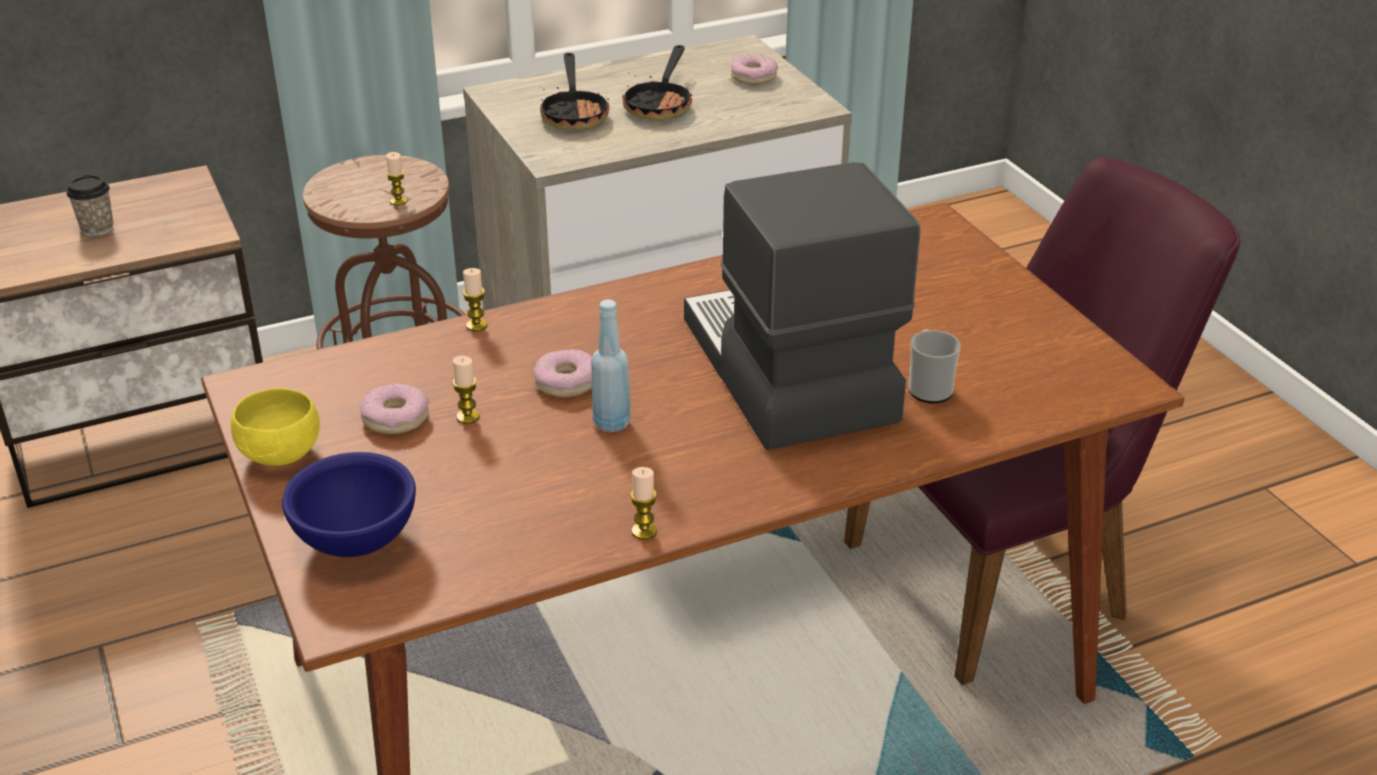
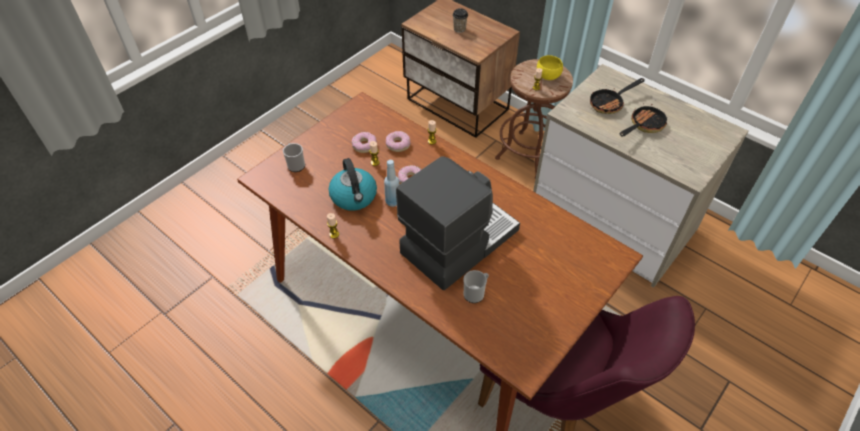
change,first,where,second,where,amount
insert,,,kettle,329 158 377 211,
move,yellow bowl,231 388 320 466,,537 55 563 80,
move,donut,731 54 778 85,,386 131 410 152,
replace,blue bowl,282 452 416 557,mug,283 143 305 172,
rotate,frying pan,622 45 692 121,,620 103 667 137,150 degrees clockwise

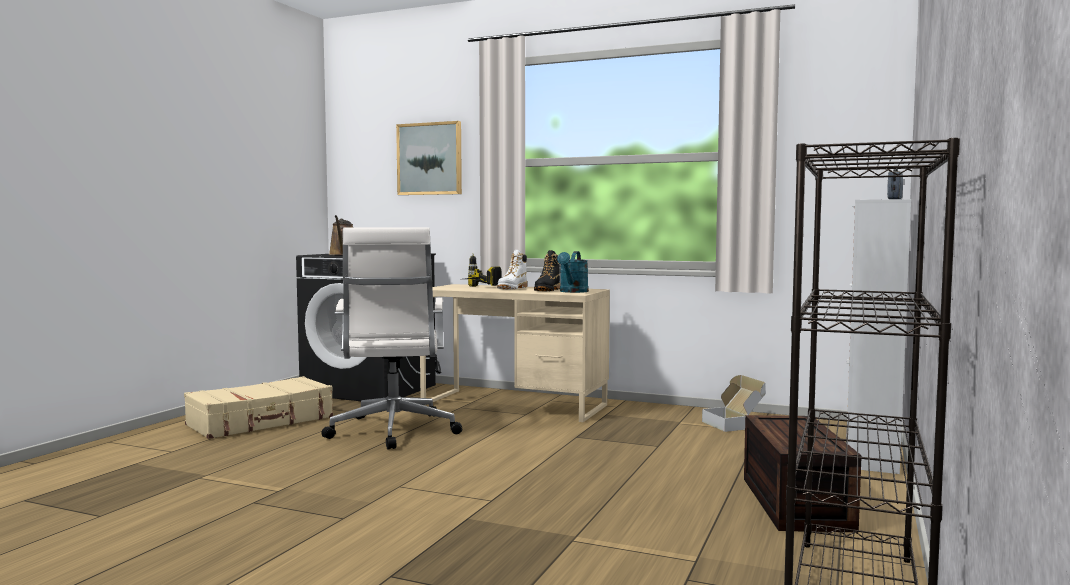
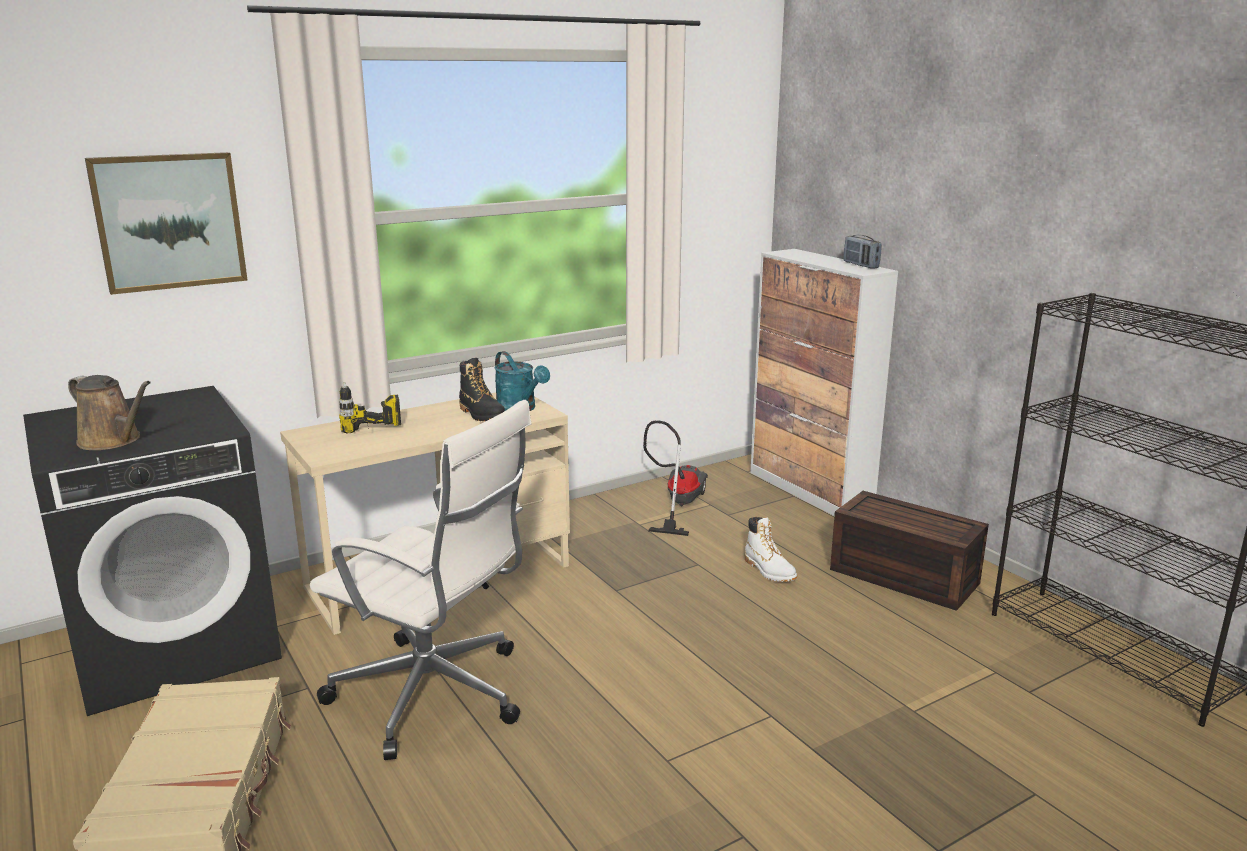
change,first,where,second,where,amount
move,white boot,497 250 527 290,,745 517 797 582,
replace,cardboard box,702 375 765 432,vacuum cleaner,643 420 708 536,

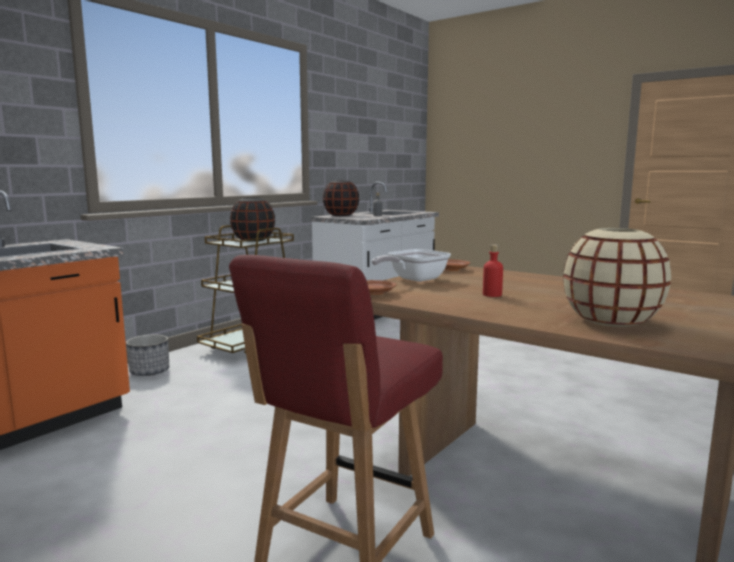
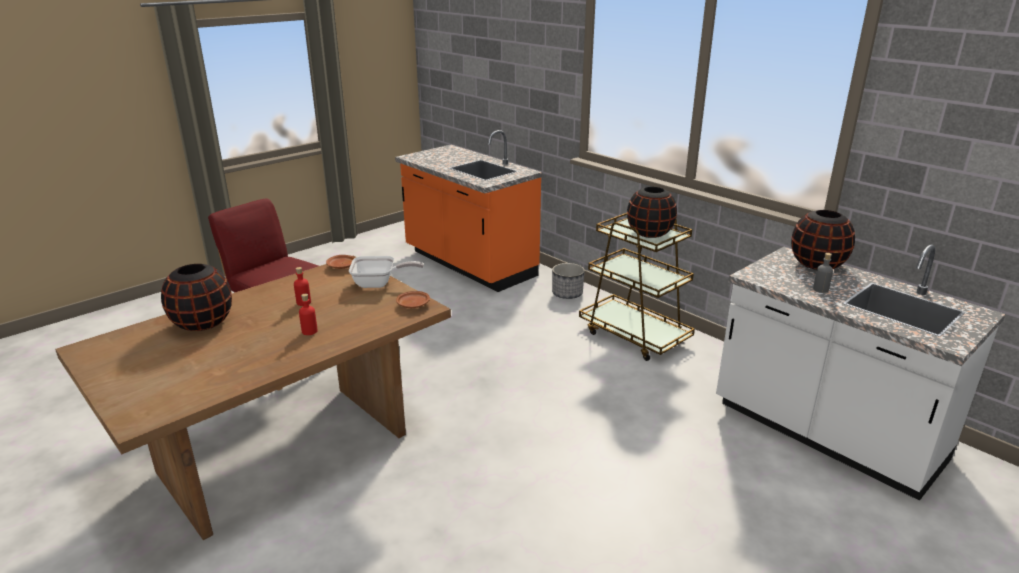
change,first,where,second,where,amount
insert,,,red bottle,299 294 318 335,
recolor,beige vase,563 228 671 327,black vase,161 264 232 331,
rotate,frying pan,371 249 451 282,,349 256 424 288,120 degrees clockwise

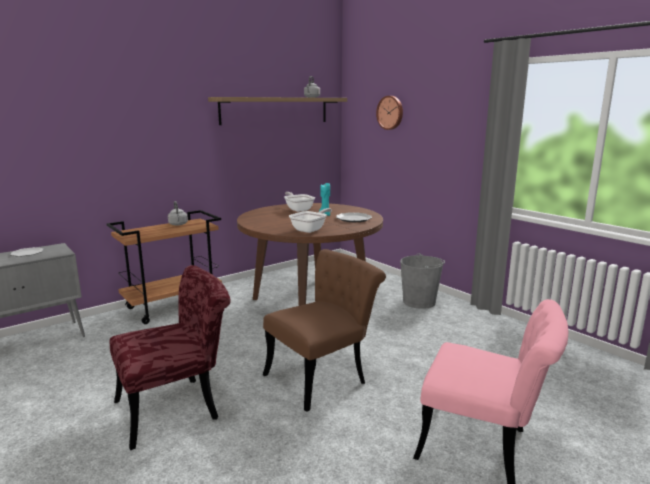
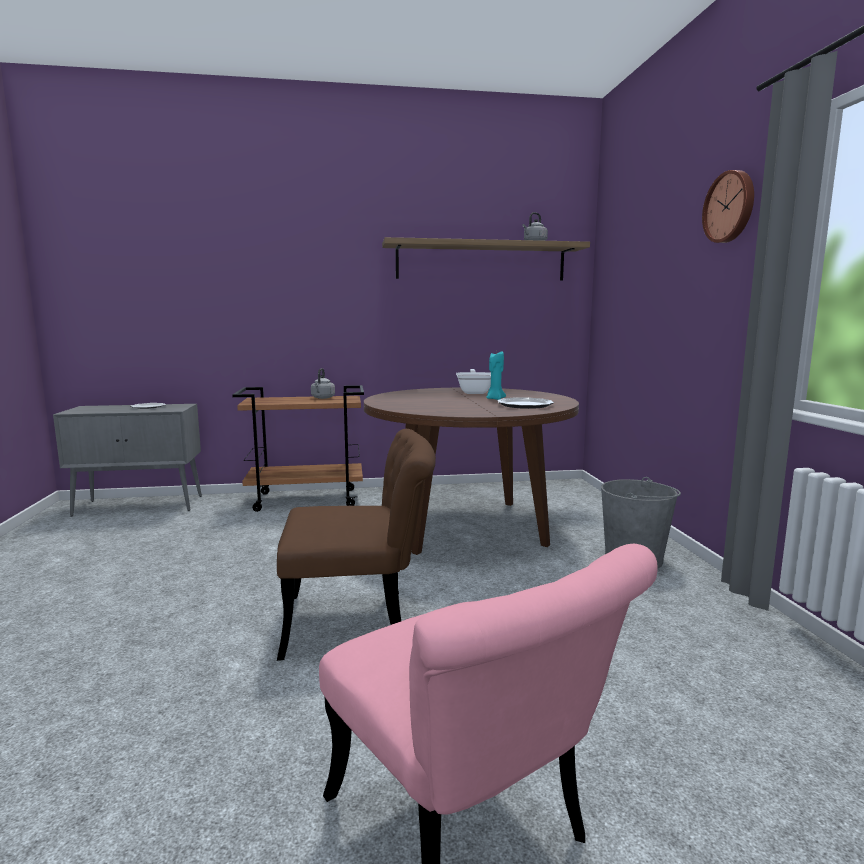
change,first,where,second,where,amount
delete,red chair,109 265 231 450,,,
delete,frying pan,289 208 332 233,,,
move,wall clock,376 96 403 130,,702 170 754 243,

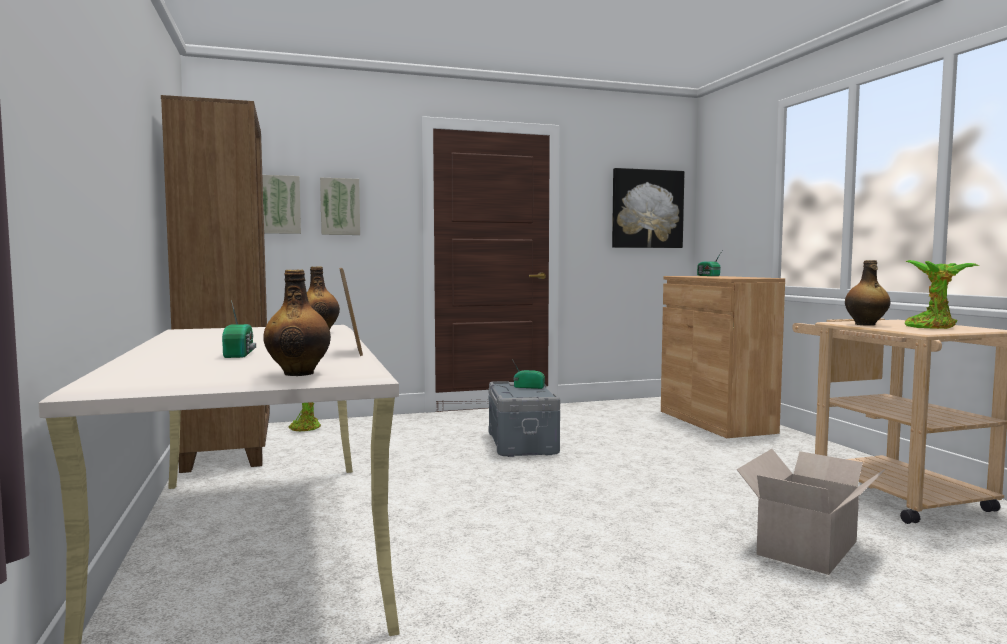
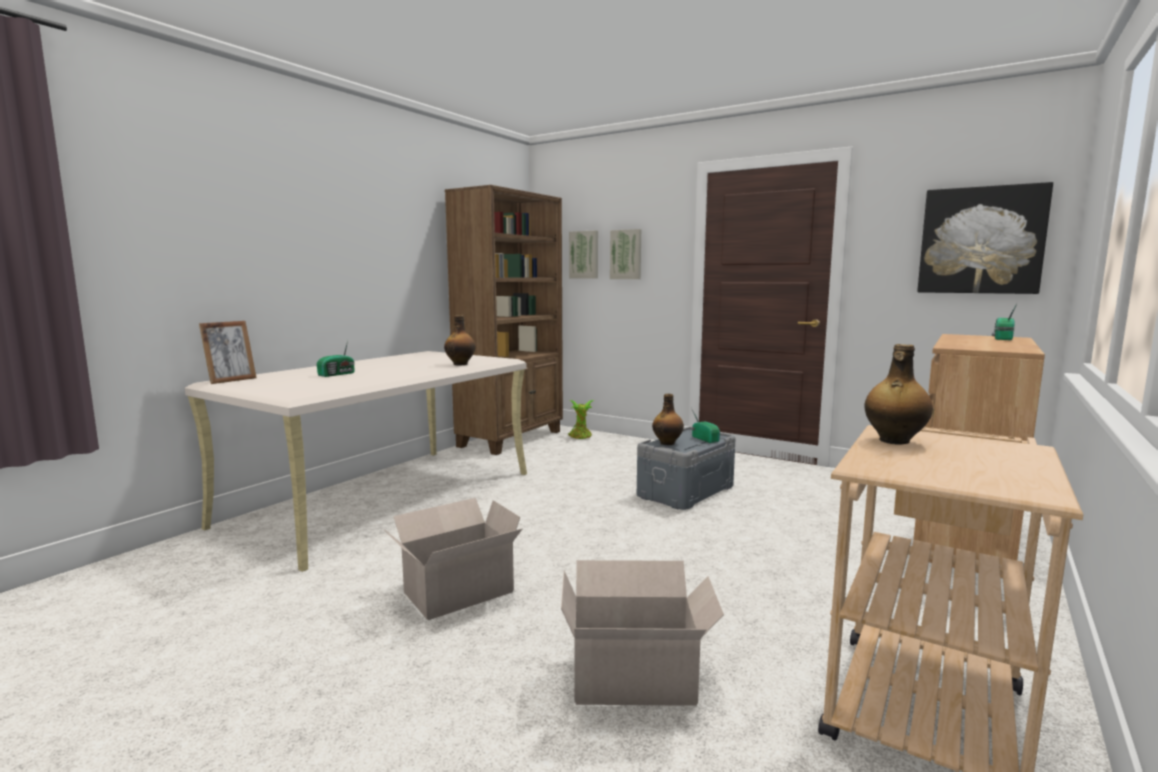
change,first,where,second,where,amount
delete,potted plant,904 260 979 329,,,
insert,,,cardboard box,384 498 523 620,
move,bottle,263 269 331 376,,652 394 684 445,
move,picture frame,339 268 363 356,,199 321 257 384,

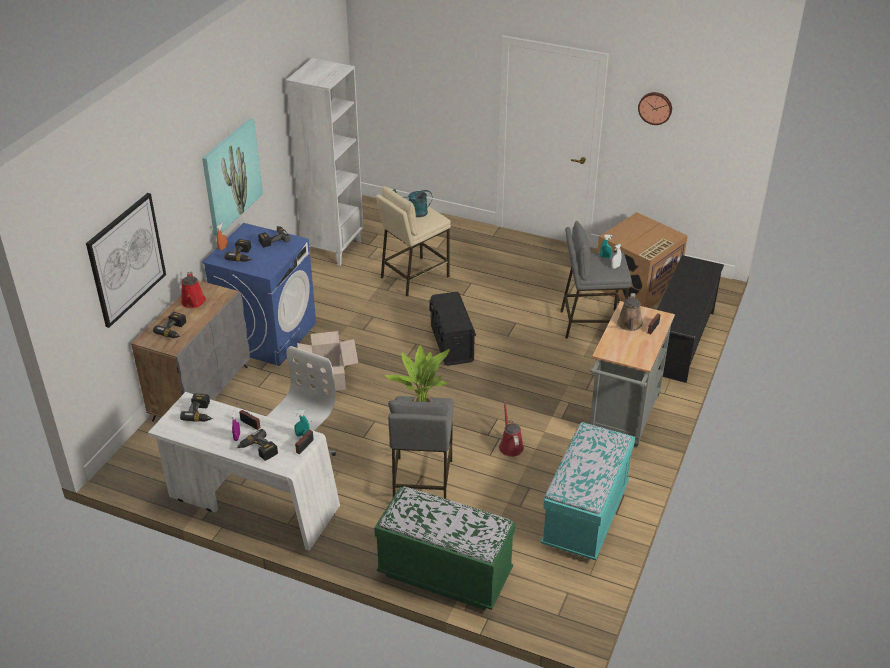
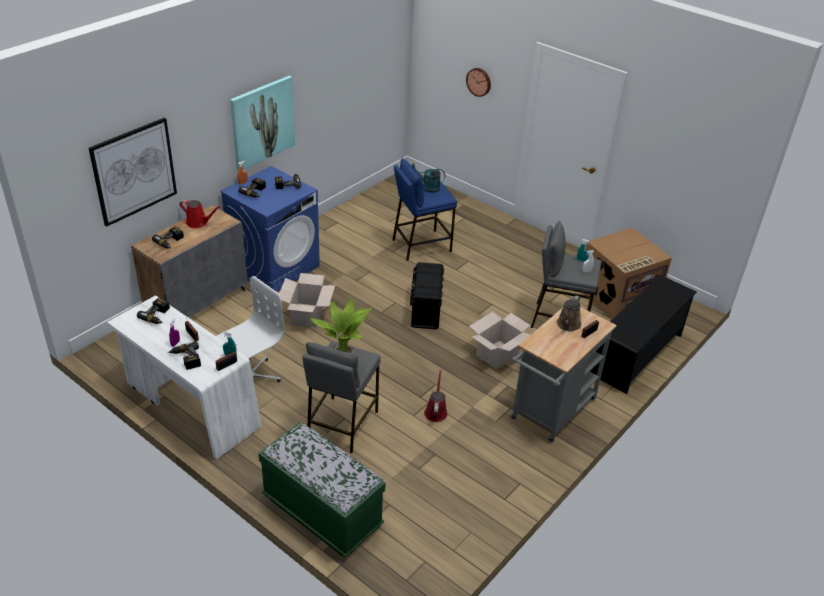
change,first,where,second,where,amount
delete,white bookcase,286 58 363 266,,,
delete,turquoise bench,541 422 635 561,,,
insert,,,cardboard box,469 312 531 370,
move,wall clock,638 92 672 125,,466 68 491 97,
recolor,beige stool,376 186 451 297,blue stool,393 158 457 261,
rotate,red watering can,181 272 206 308,,180 200 221 228,75 degrees counterclockwise

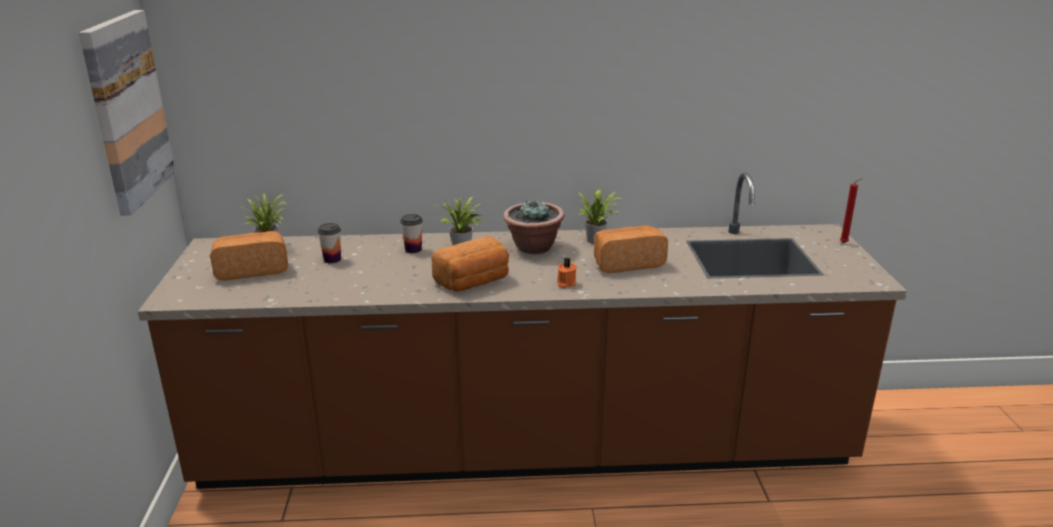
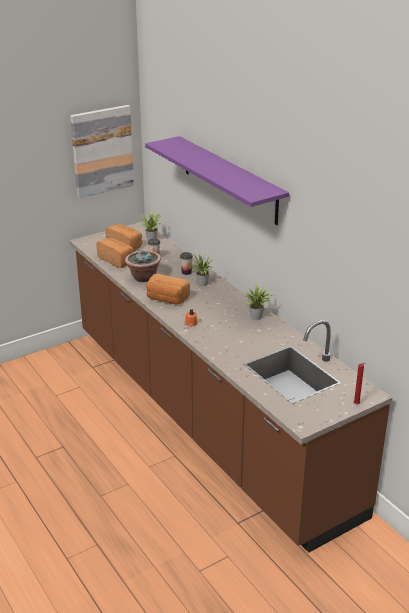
change,first,where,second,where,amount
insert,,,purple shelf,145 136 289 225,
move,potted plant,503 200 565 254,,125 250 161 282,
move,bread,594 226 668 273,,96 238 134 268,

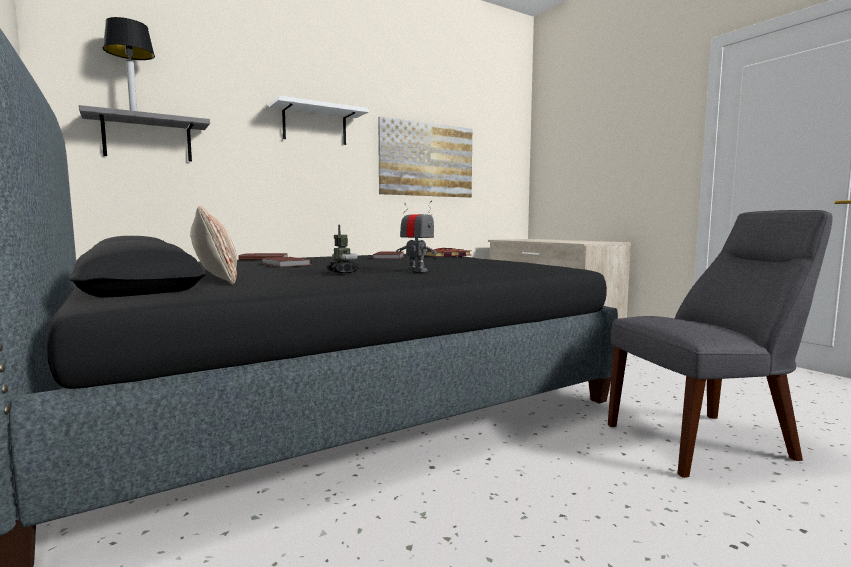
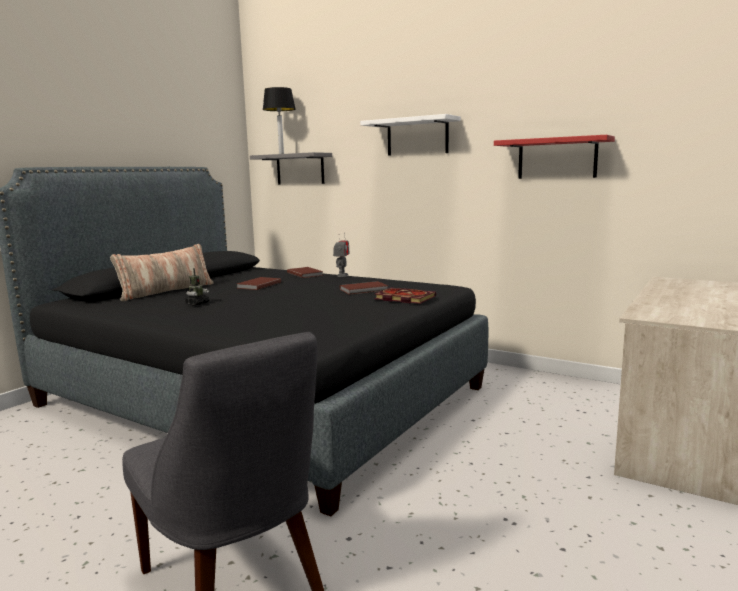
change,first,where,second,where,amount
move,toy robot,396 200 437 272,,333 233 349 277,
replace,picture,378 117 472 198,red shelf,494 135 615 179,

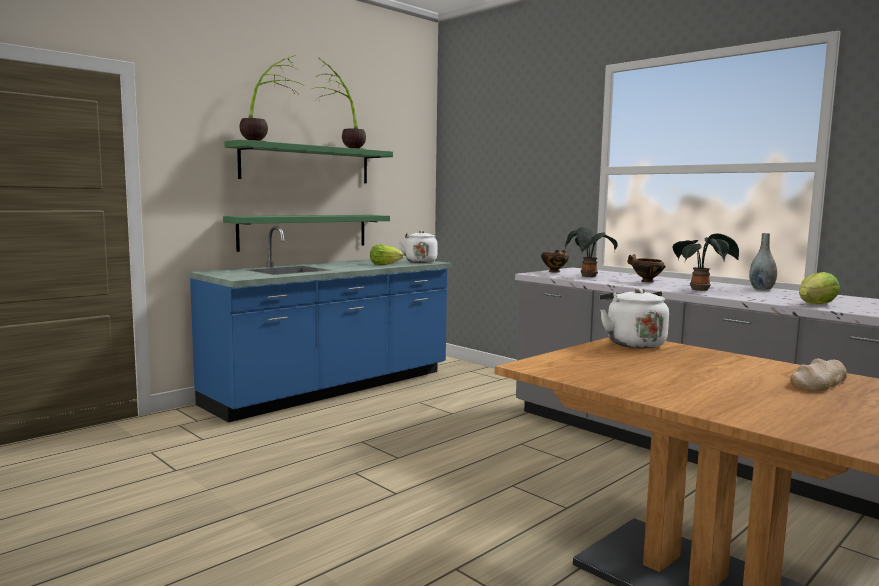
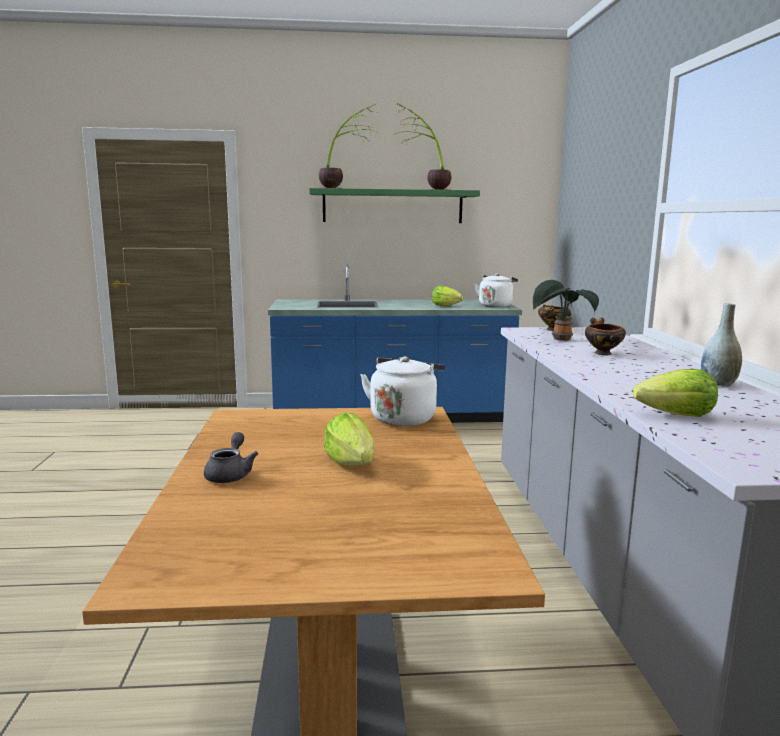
change,first,where,second,where,amount
delete,green shelf,223 215 390 252,,,
delete,potted plant,672 234 739 291,,,
delete,bread,790 358 847 391,,,
insert,,,grey teapot,204 432 258 483,
insert,,,lettuce,323 413 374 466,

